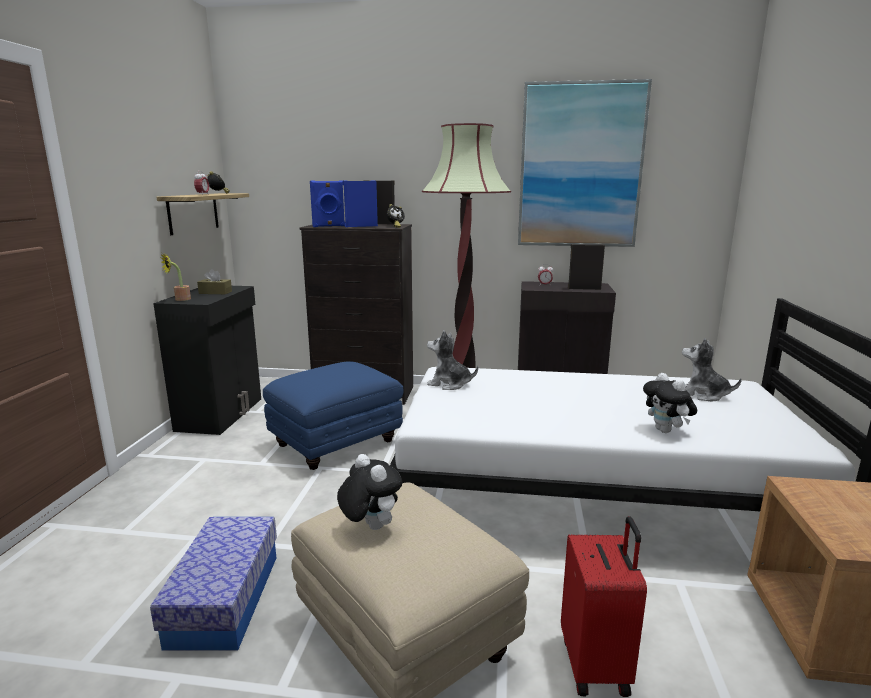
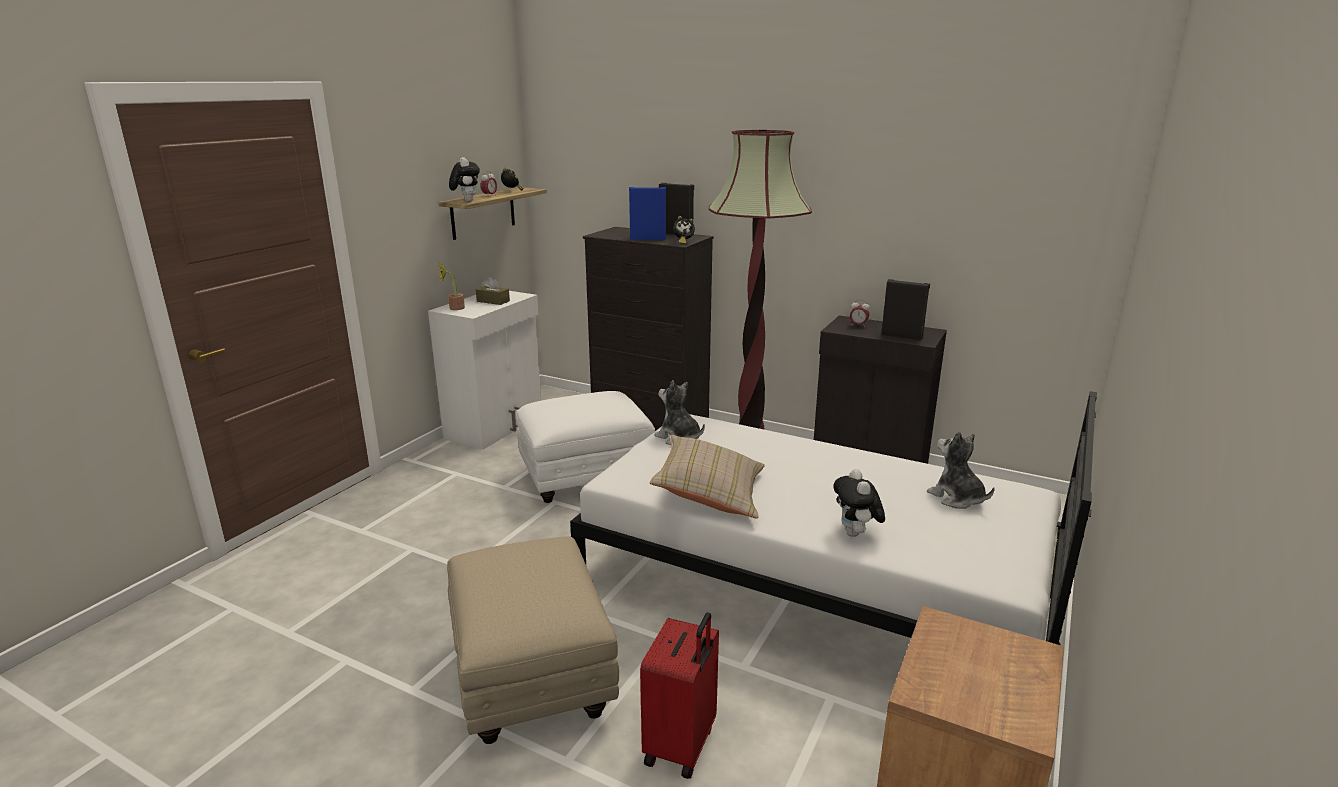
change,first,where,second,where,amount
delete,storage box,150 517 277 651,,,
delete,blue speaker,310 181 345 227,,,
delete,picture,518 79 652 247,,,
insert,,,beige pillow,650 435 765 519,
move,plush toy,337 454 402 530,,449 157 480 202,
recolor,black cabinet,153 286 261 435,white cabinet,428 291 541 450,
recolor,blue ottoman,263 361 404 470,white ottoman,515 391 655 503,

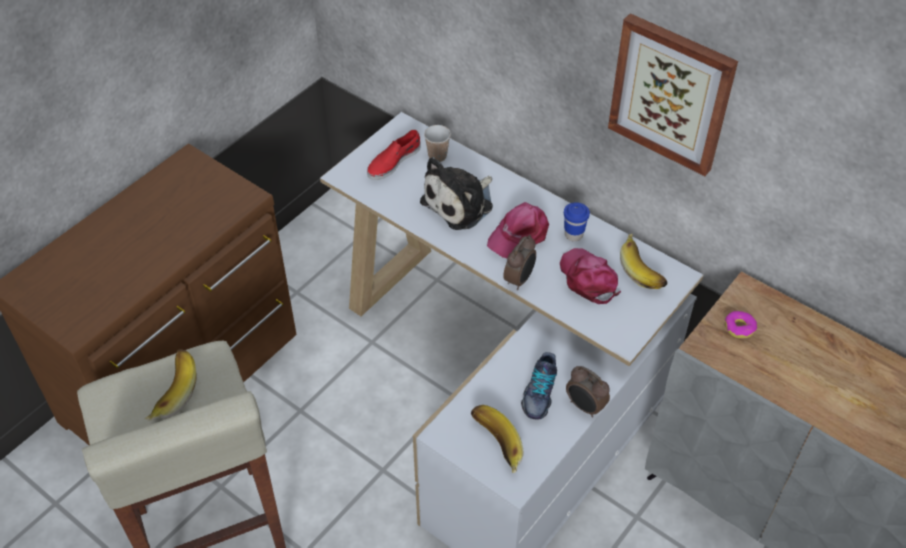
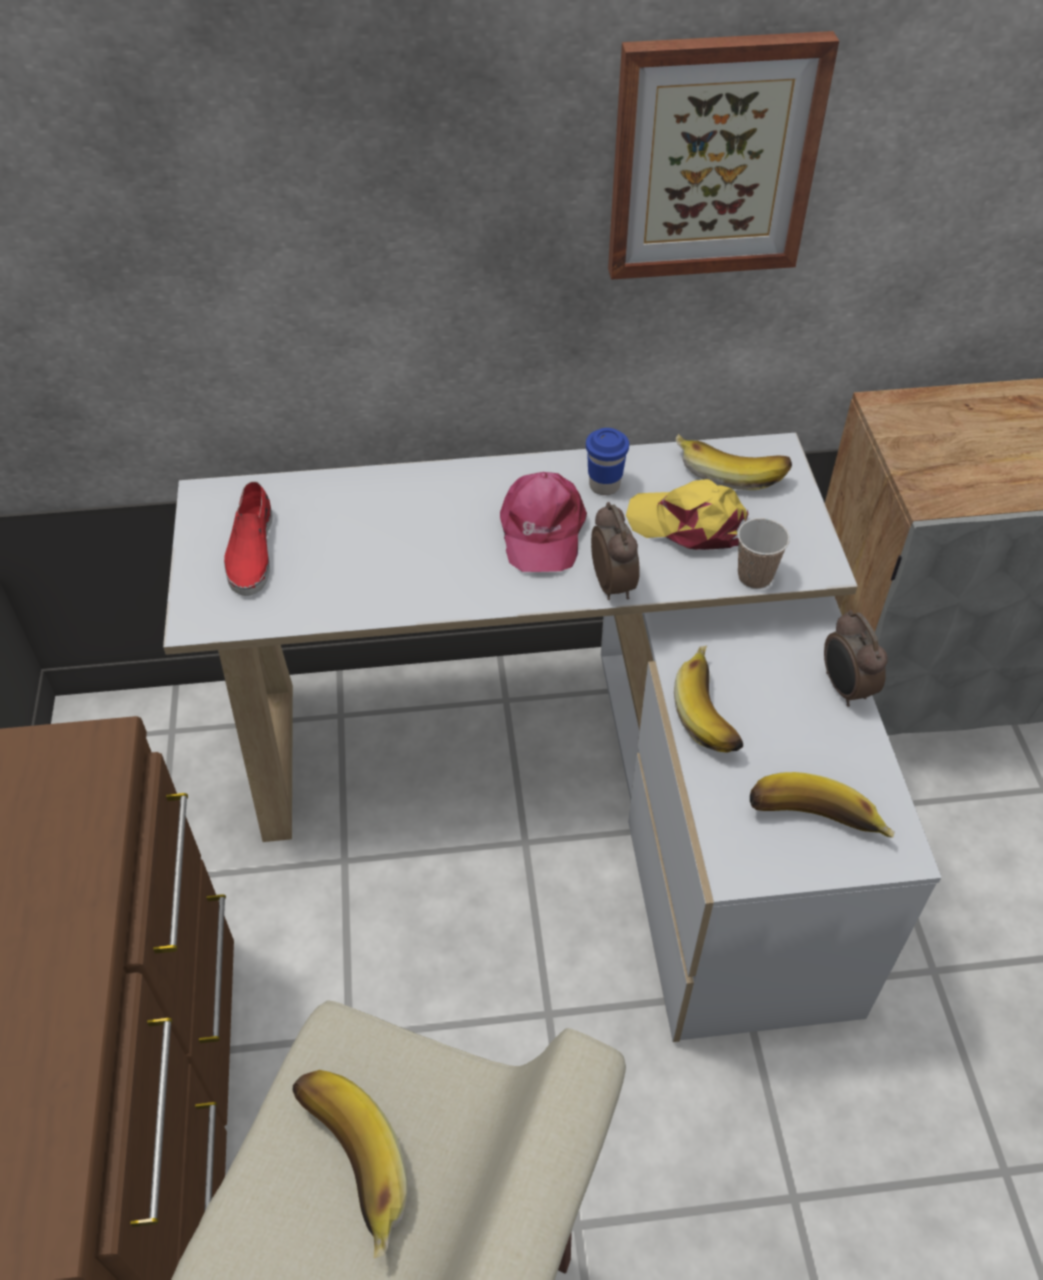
change,first,where,second,where,amount
delete,plush toy,420 157 493 230,,,
delete,shoe,521 352 557 420,,,
delete,donut,725 311 757 339,,,
insert,,,banana,674 646 743 753,
move,cup,424 125 451 162,,738 518 790 589,
recolor,pink cap,560 248 622 304,yellow cap,626 479 748 550,
rotate,alarm clock,566 366 610 417,,824 610 888 707,75 degrees clockwise

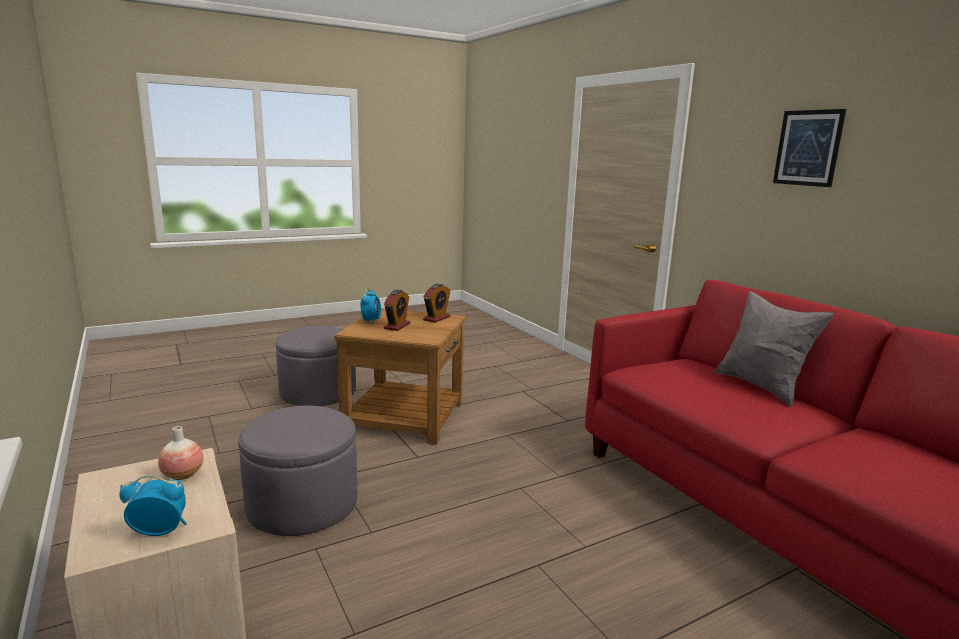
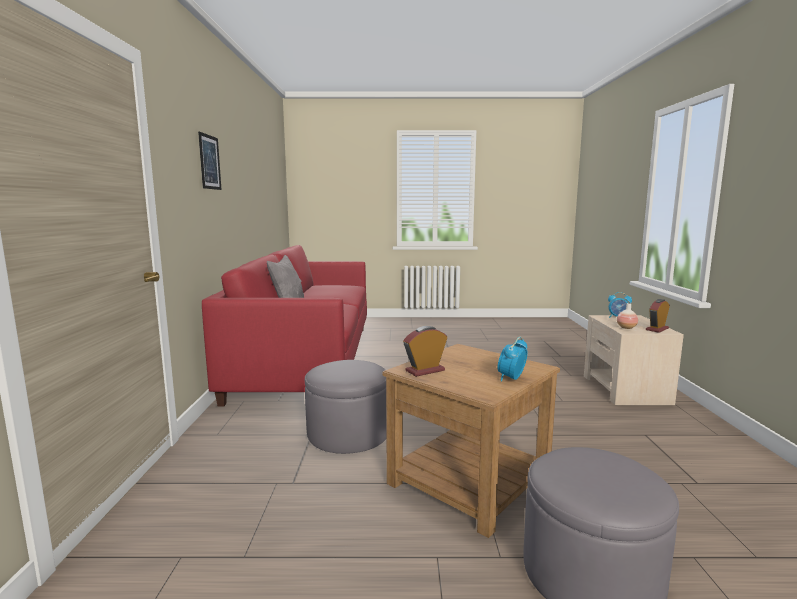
change,first,where,second,where,amount
move,grey ottoman,238 406 357 536,,305 360 387 454,
move,alarm clock,384 290 410 331,,646 299 670 333,

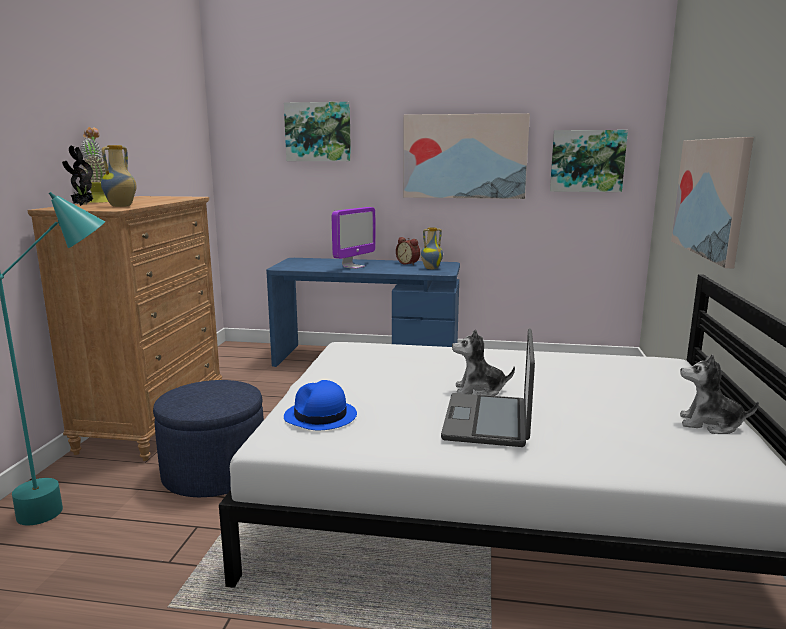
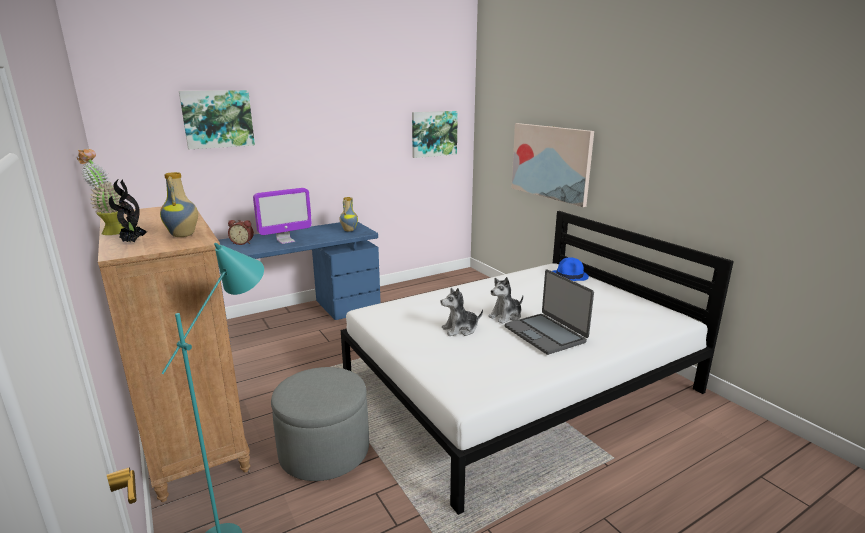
change,first,where,second,where,amount
delete,picture,403 113 530 199,,,
move,blue hat,284 380 357 430,,552 257 589 281,
move,alarm clock,396 237 420 265,,228 220 254 245,
move,plush toy,680 354 759 434,,440 288 483 336,
recolor,blue ottoman,153 380 264 497,grey ottoman,271 367 369 481,
rotate,monitor,332 207 376 269,,253 188 312 244,60 degrees clockwise

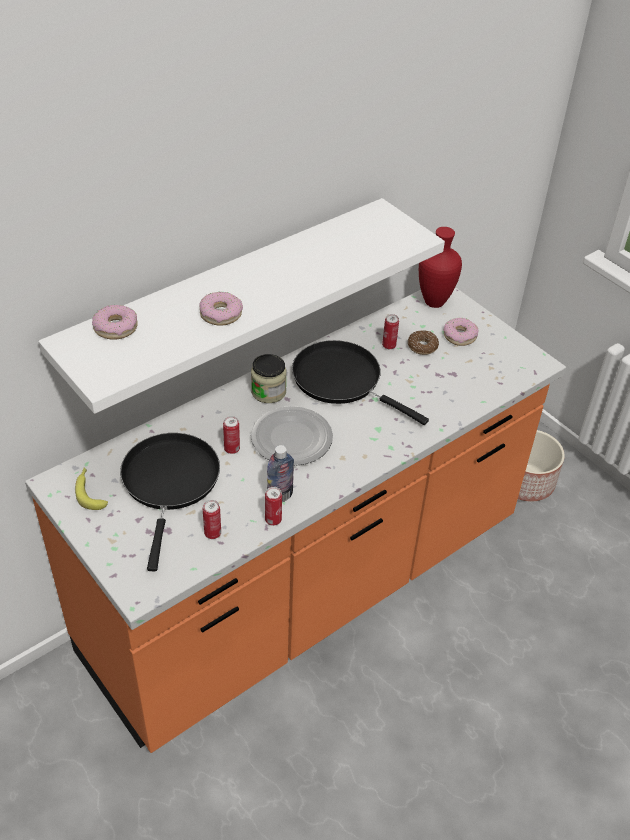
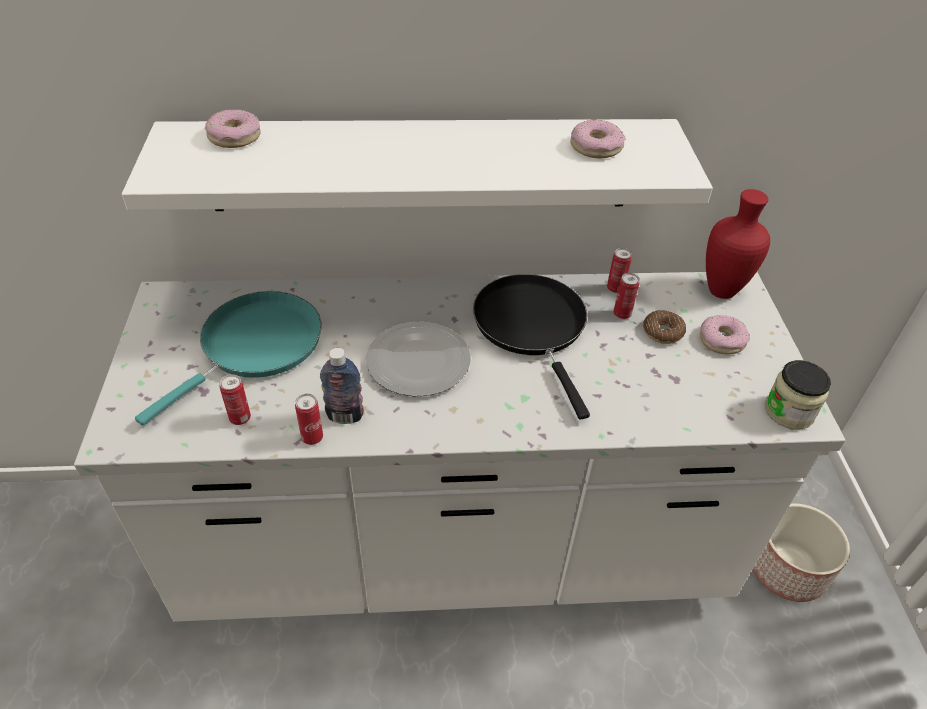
change,first,where,second,where,amount
delete,banana,75 467 108 510,,,
move,donut,199 292 243 326,,570 119 626 158,
move,can,223 416 240 454,,607 248 632 293,
move,jar,251 354 287 403,,765 360 831 430,
recolor,orange counter,25 287 566 753,white counter,74 272 846 622,
recolor,black frying pan,120 433 220 571,turquoise frying pan,135 291 322 425,

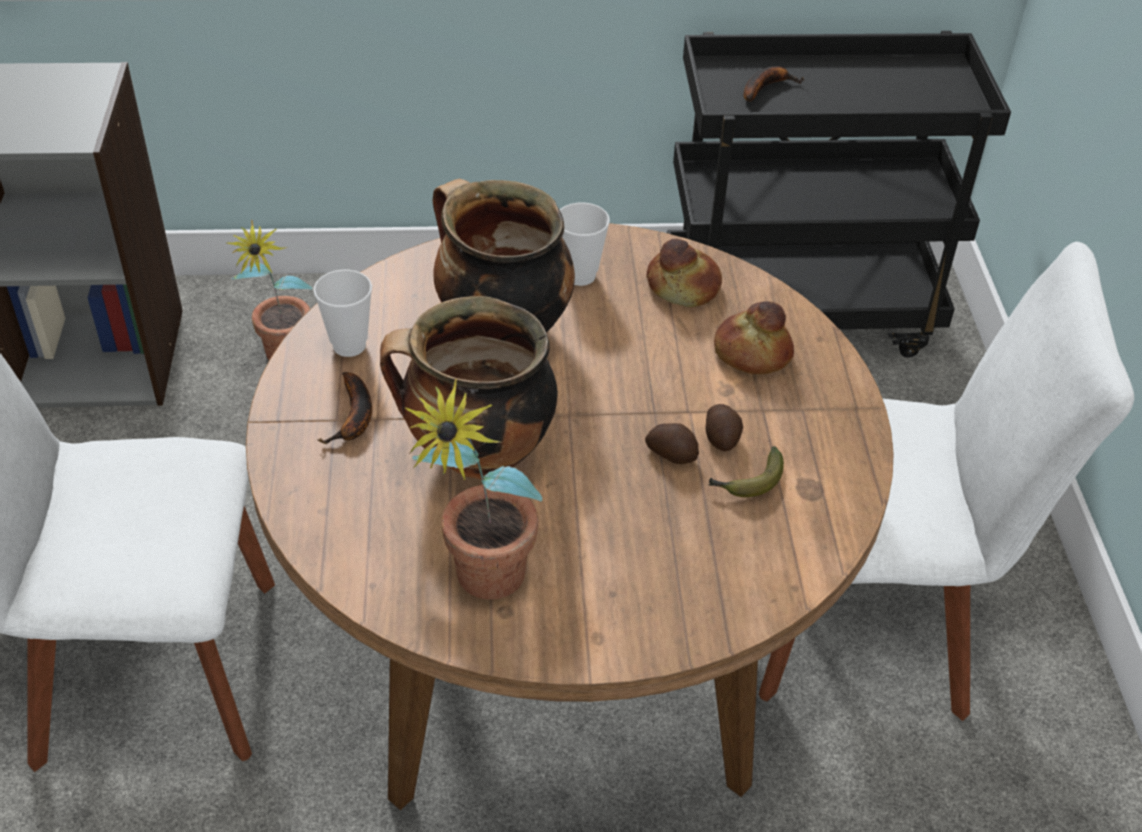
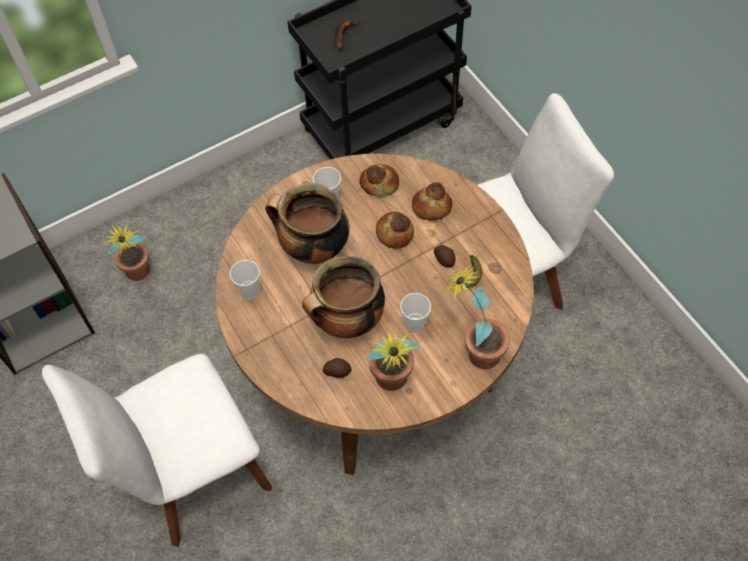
change,first,where,second,where,amount
delete,banana,317 372 372 444,,,
insert,,,bread,376 212 414 249,
insert,,,cup,400 293 431 333,
insert,,,potted plant,443 263 510 369,
move,potato,645 423 699 464,,323 358 352 378,

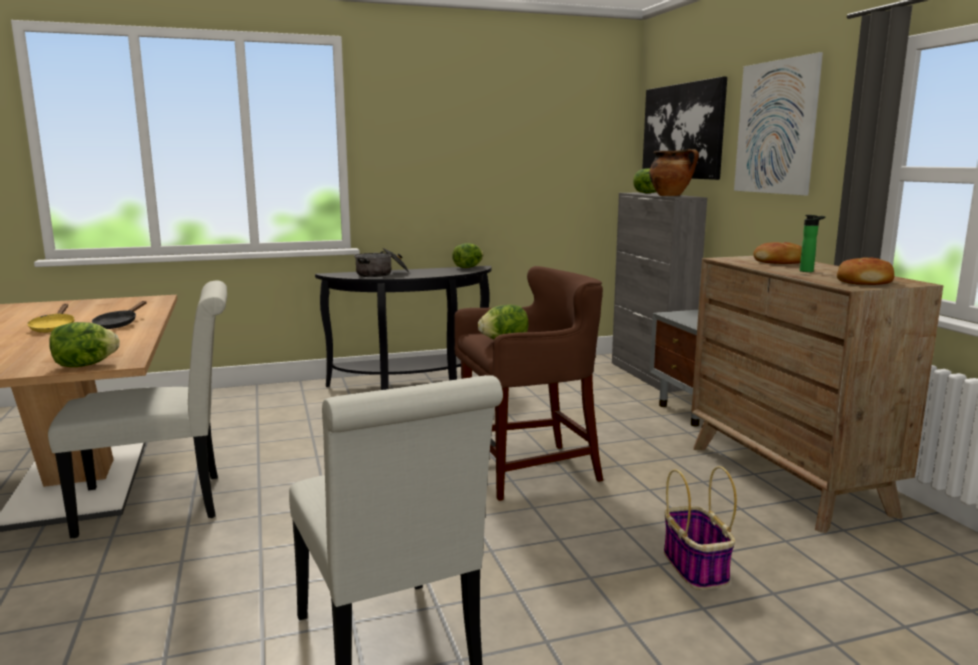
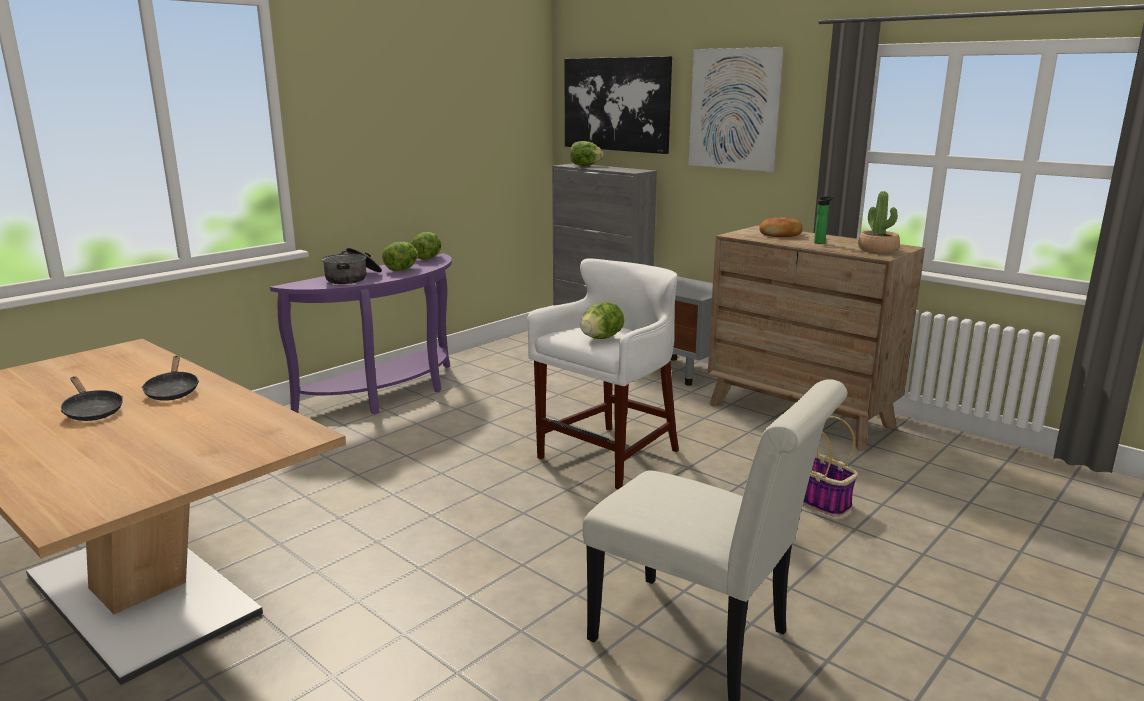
change,first,where,second,where,amount
delete,white chair,48 280 227 538,,,
delete,cooking pot,649 149 699 196,,,
move,lettuce,49 322 120 367,,382 242 418 271,
replace,bread,837 257 894 285,potted plant,858 191 900 254,
recolor,yellow frying pan,27 304 74 333,black frying pan,60 376 123 421,
recolor,black console table,315 266 491 390,purple console table,270 253 452 414,
recolor,brown stool,454 266 603 501,white stool,527 259 679 489,

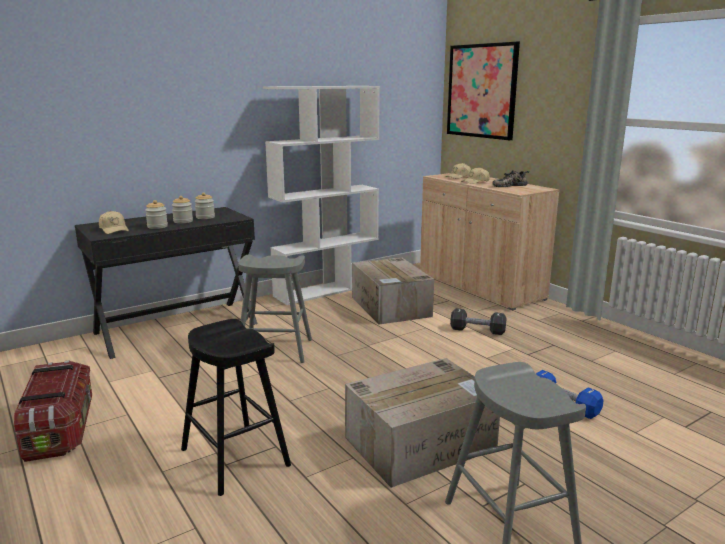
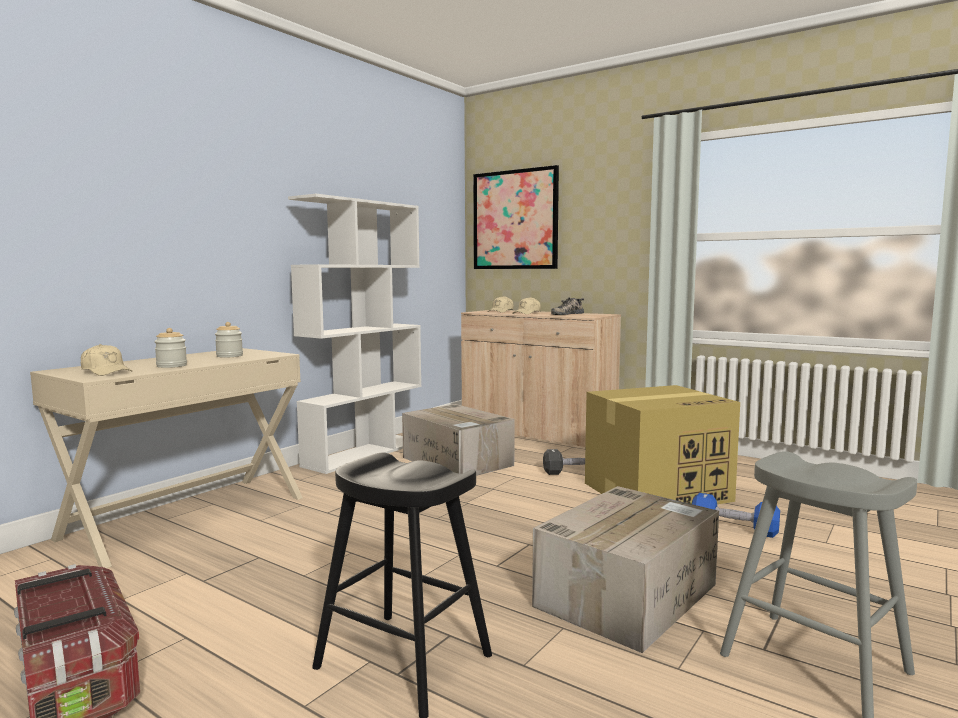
change,first,where,second,where,amount
delete,jar,172 196 193 223,,,
delete,grey stool,238 255 312 363,,,
insert,,,cardboard box,585 385 740 504,
recolor,black desk,75 207 258 359,beige desk,30 348 303 568,

